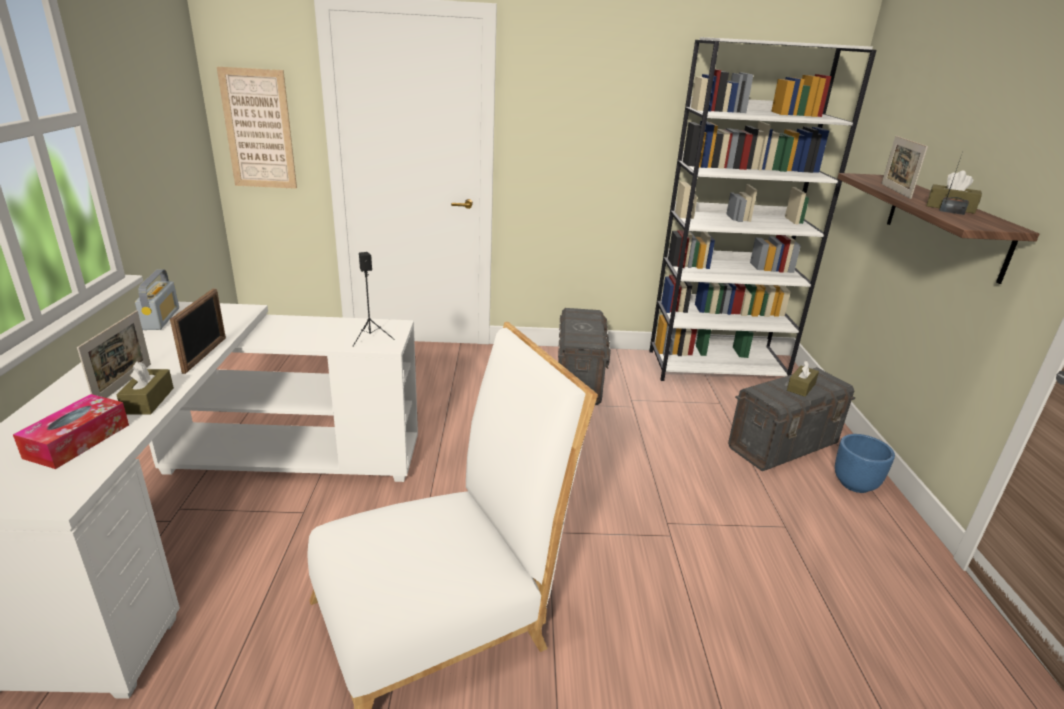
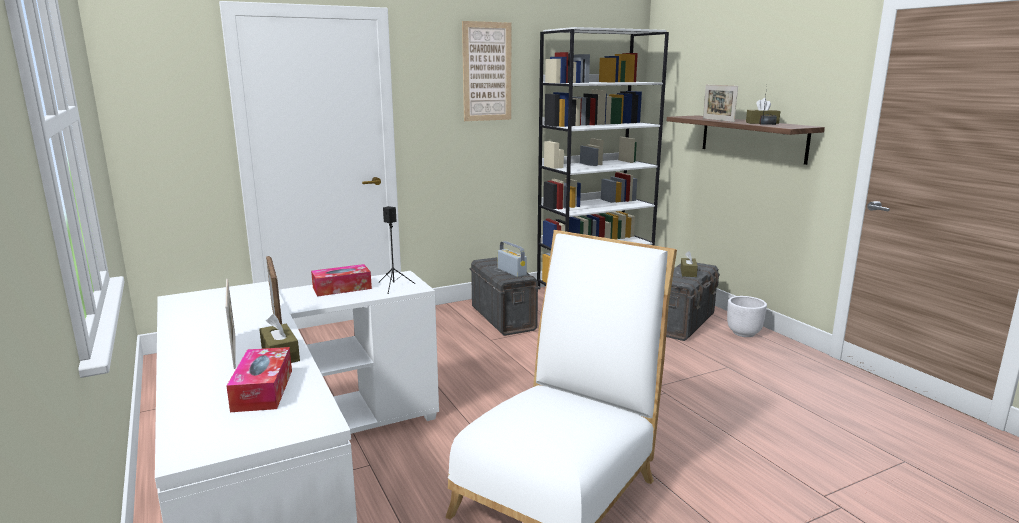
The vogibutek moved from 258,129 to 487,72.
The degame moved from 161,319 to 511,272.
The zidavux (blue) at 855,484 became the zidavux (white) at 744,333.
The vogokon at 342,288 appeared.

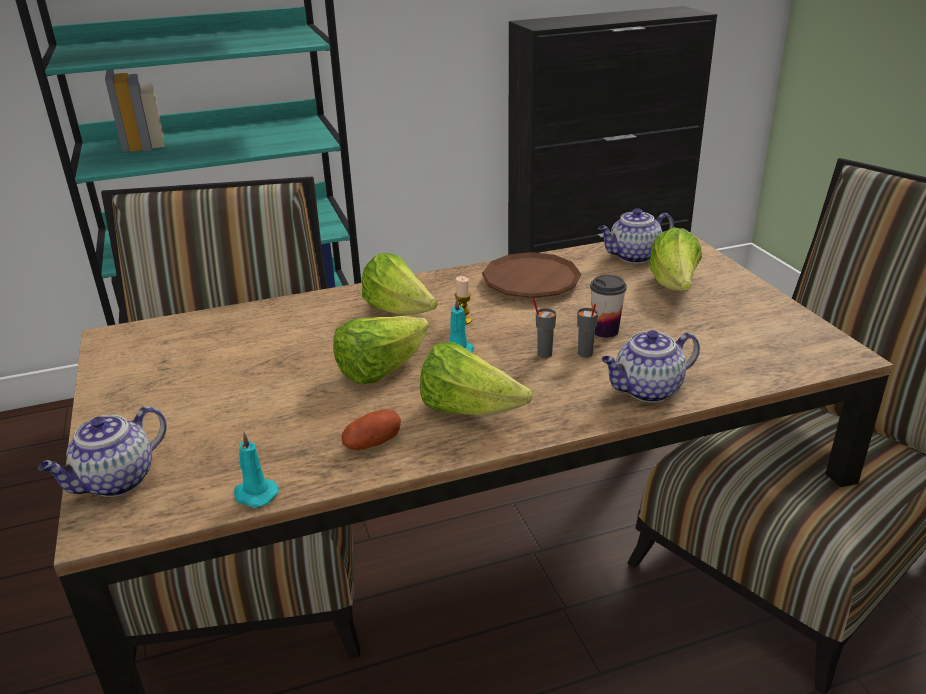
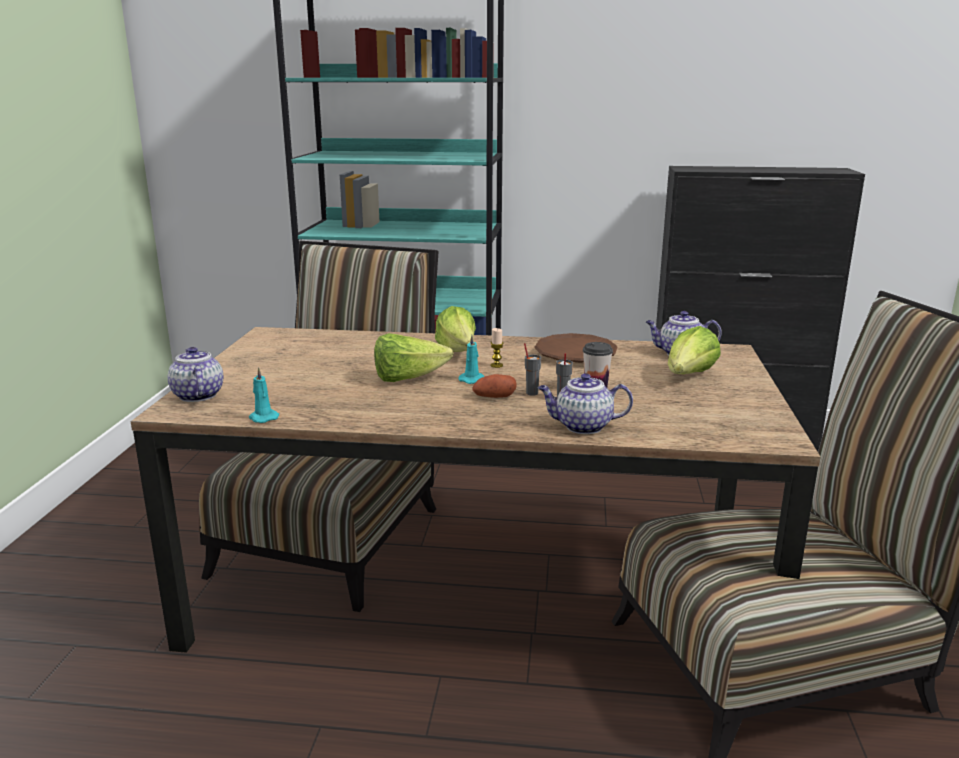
The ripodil at 469,409 disappeared.
The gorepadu at 116,481 turned 90 degrees clockwise.
The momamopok moved from 372,443 to 494,397.

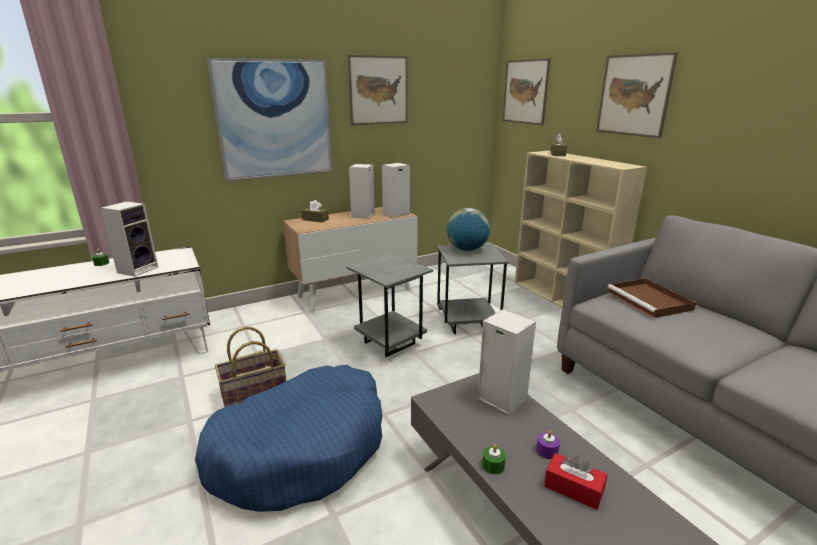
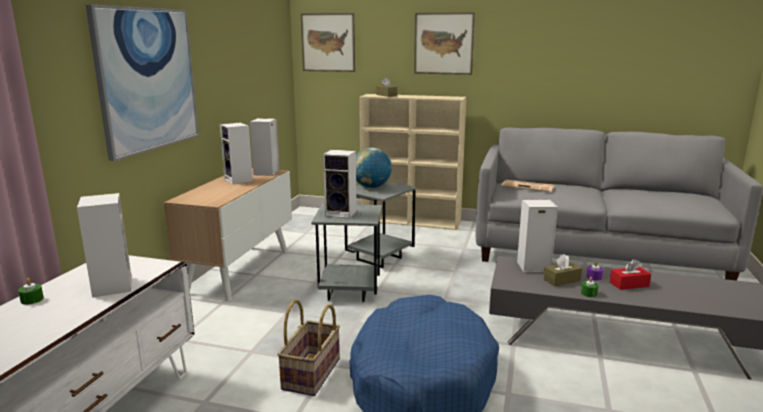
The vogibutek at 378,90 disappeared.
The vogokon (brown) moved from 315,219 to 562,280.
The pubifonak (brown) at 650,301 was replaced by the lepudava at 528,187.
The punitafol at 342,213 appeared.

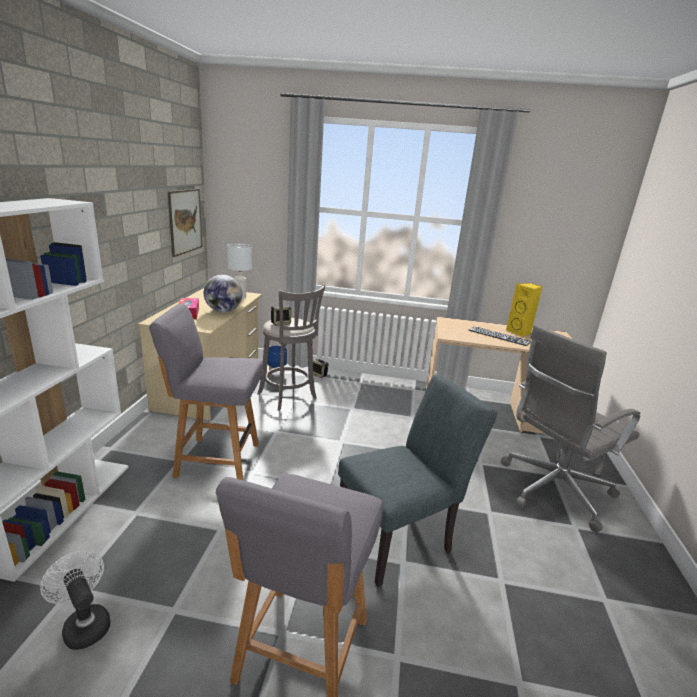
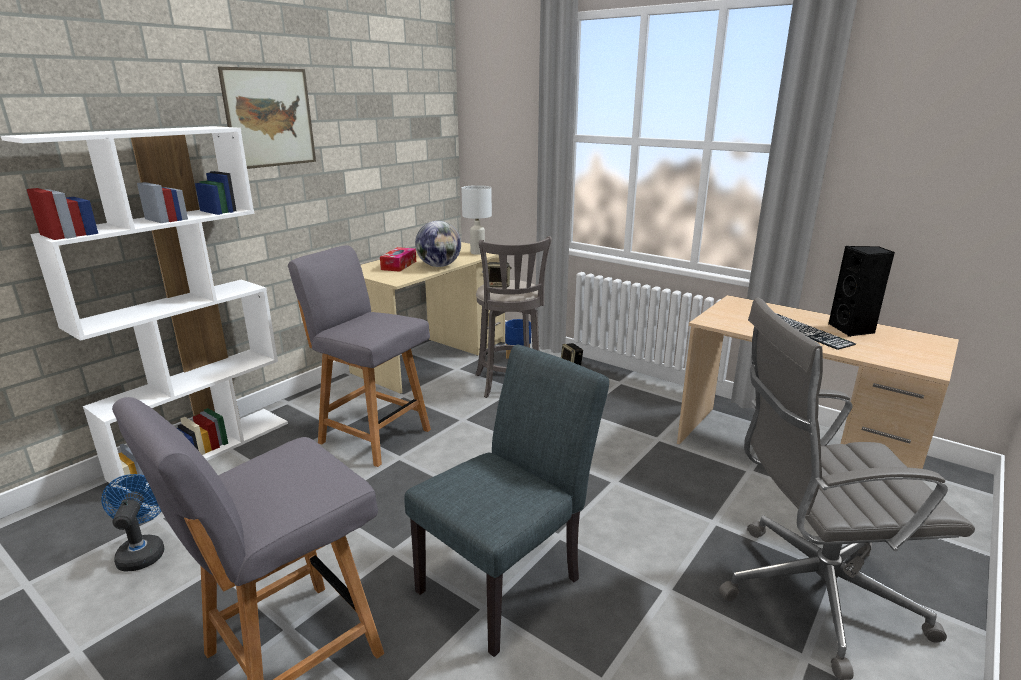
The vogibutek moved from 185,221 to 270,118.
The punitafol (yellow) at 519,332 became the punitafol (black) at 852,330.
The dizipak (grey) at 401,537 turned 45 degrees counterclockwise.
The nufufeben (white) at 84,624 became the nufufeben (blue) at 142,551.

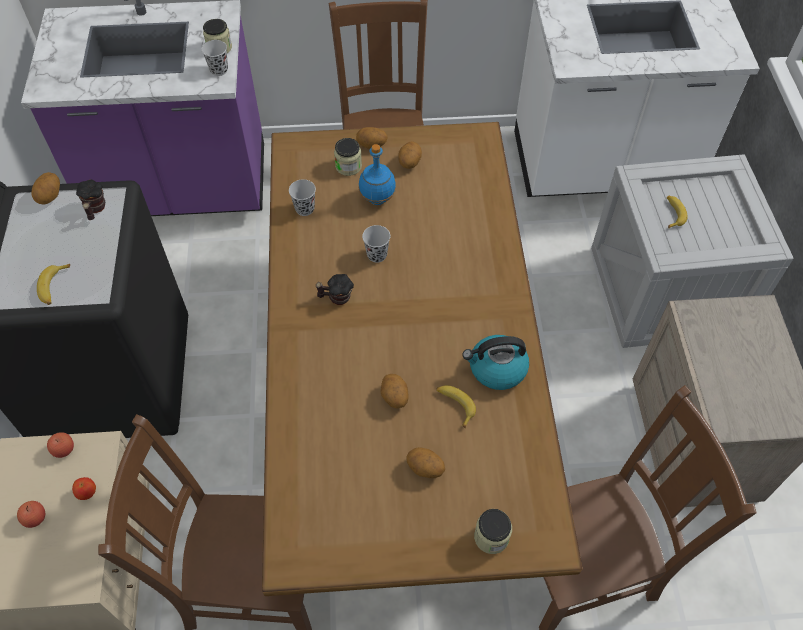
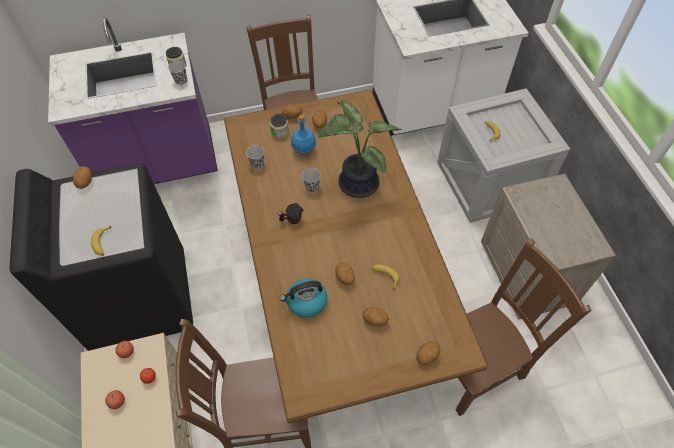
The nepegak at 95,210 disappeared.
The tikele moved from 496,369 to 306,302.
The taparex at 491,537 was replaced by the momamopok at 427,356.
The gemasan at 356,184 appeared.

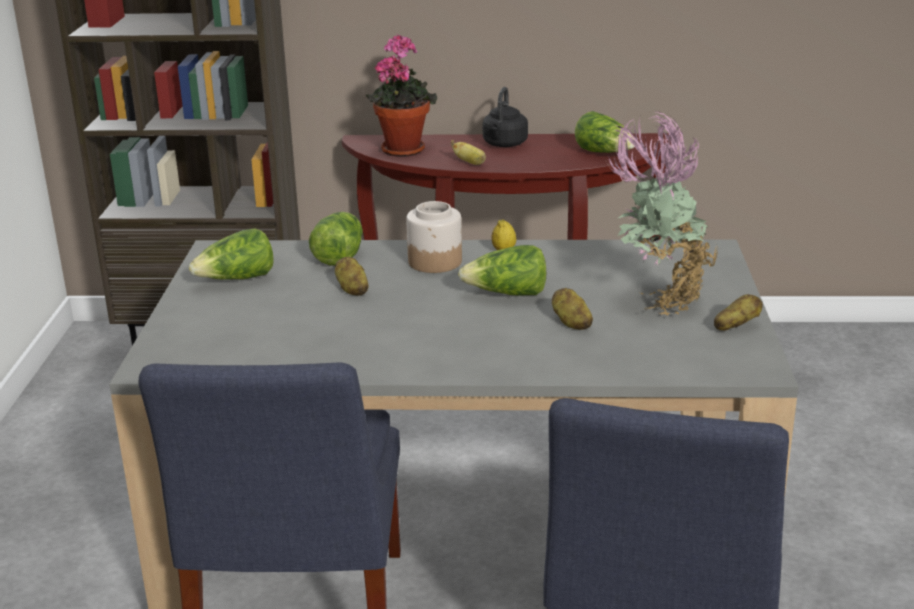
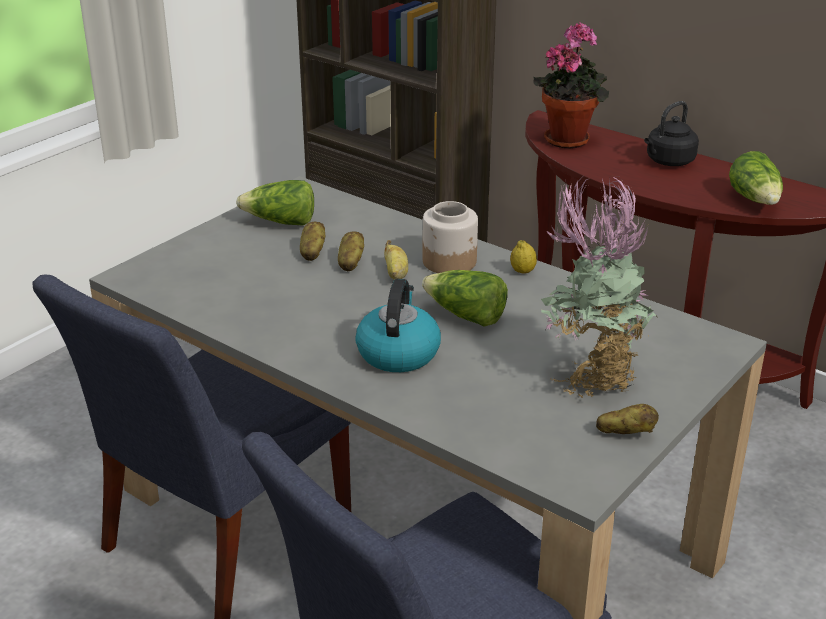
The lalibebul moved from 470,163 to 396,274.
The ripodil at 338,255 disappeared.
The momamopok moved from 571,322 to 312,252.
The tikele at 398,352 appeared.

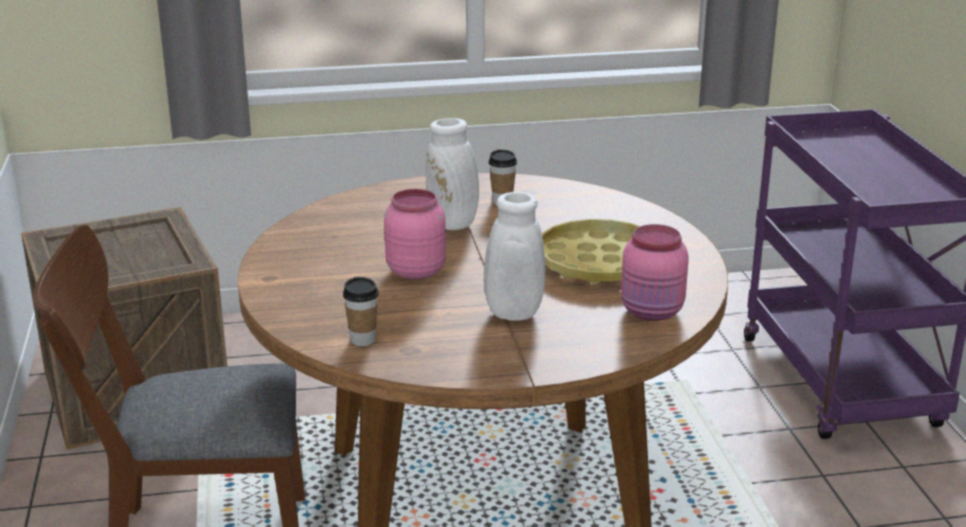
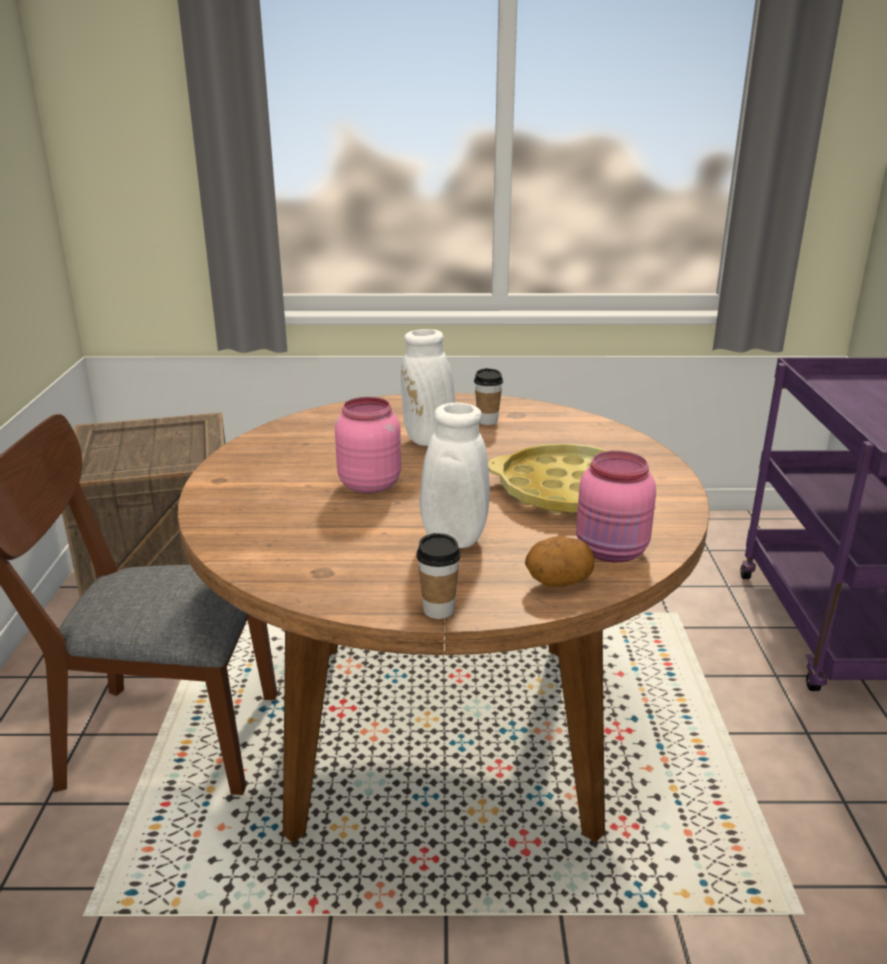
The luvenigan moved from 362,340 to 438,610.
The momamopok at 558,582 appeared.

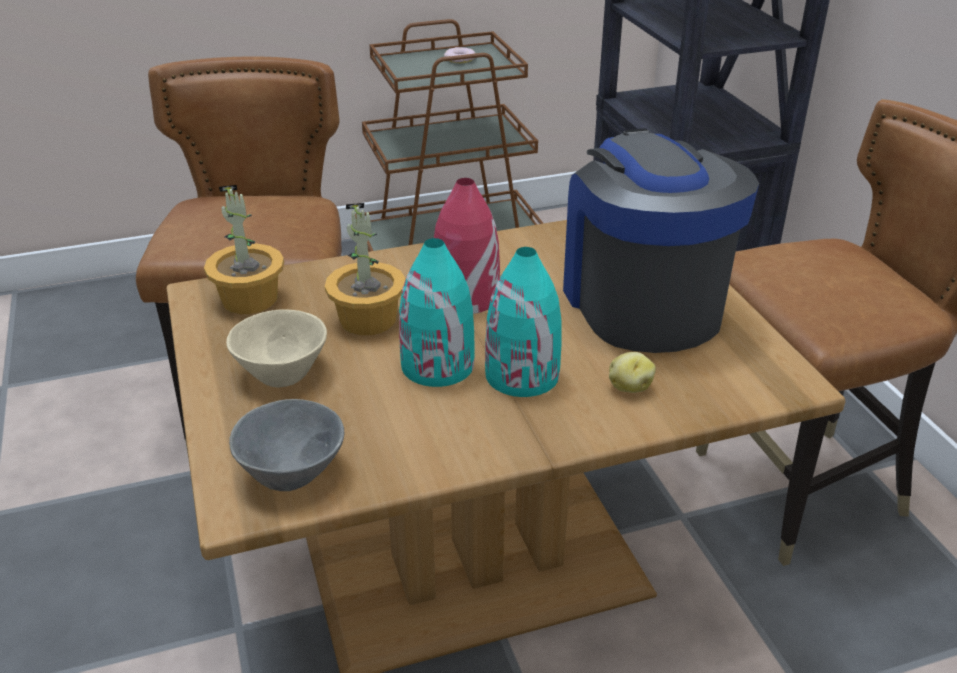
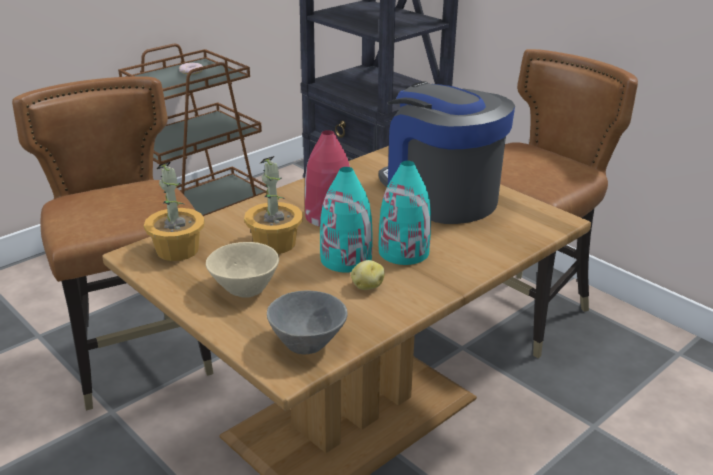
The momamopok moved from 629,387 to 367,286.

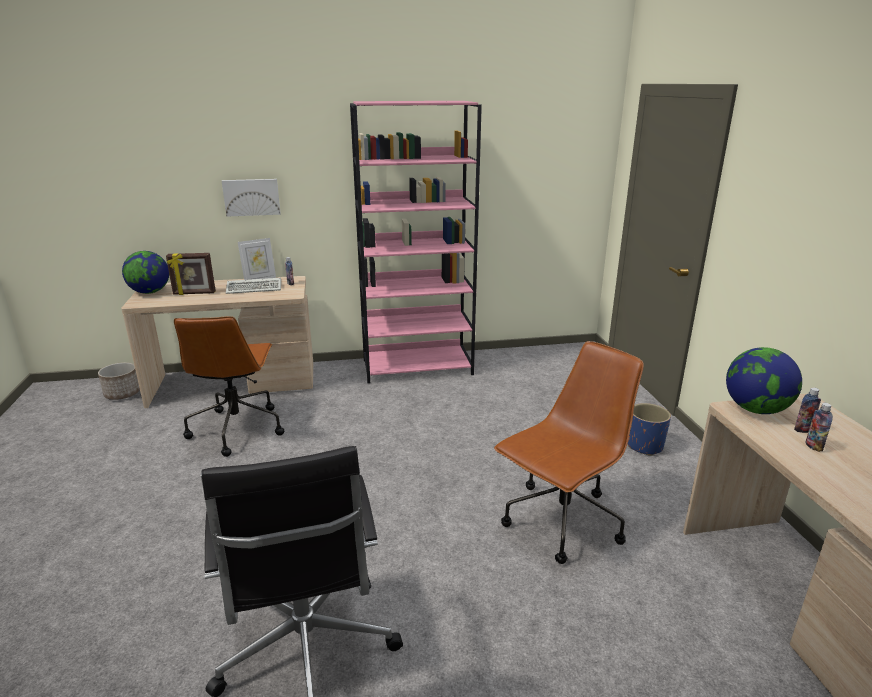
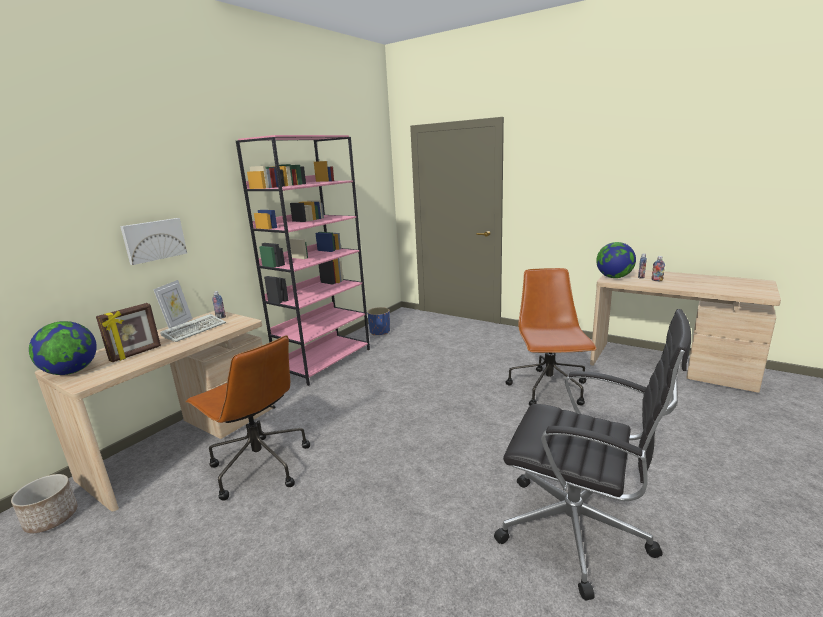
The zidavux (blue) moved from 644,446 to 379,332.

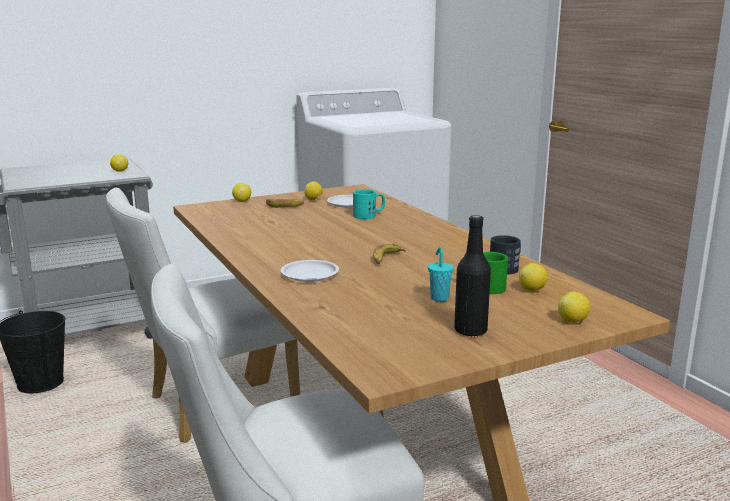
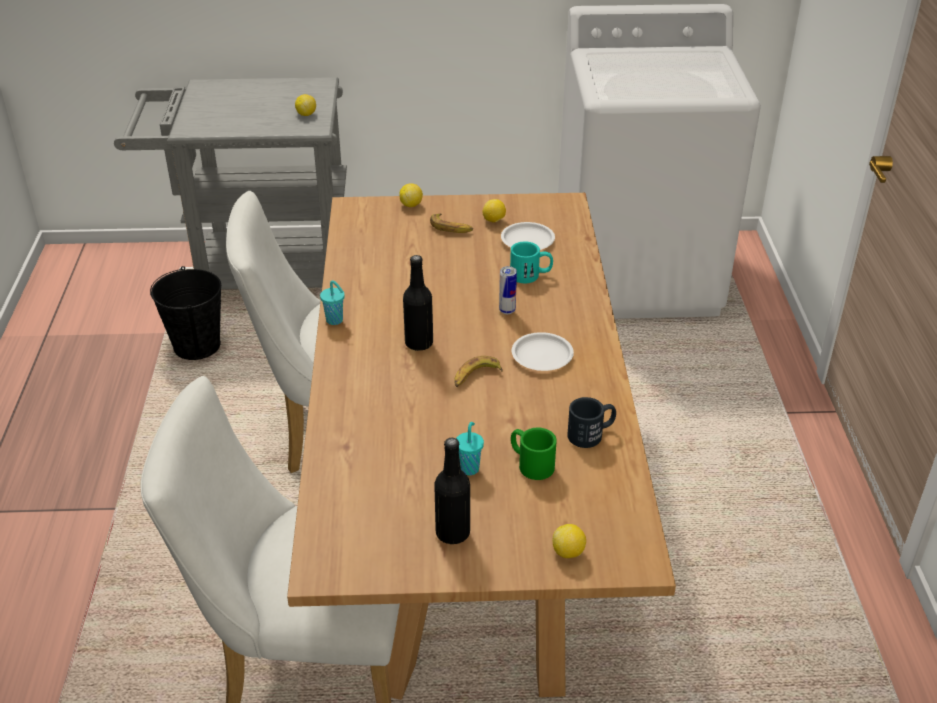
The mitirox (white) moved from 309,274 to 541,356.
The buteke at 532,290 disappeared.
The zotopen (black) at 419,343 appeared.
The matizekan at 507,310 appeared.
The luvenigan (turquoise) at 335,321 appeared.

